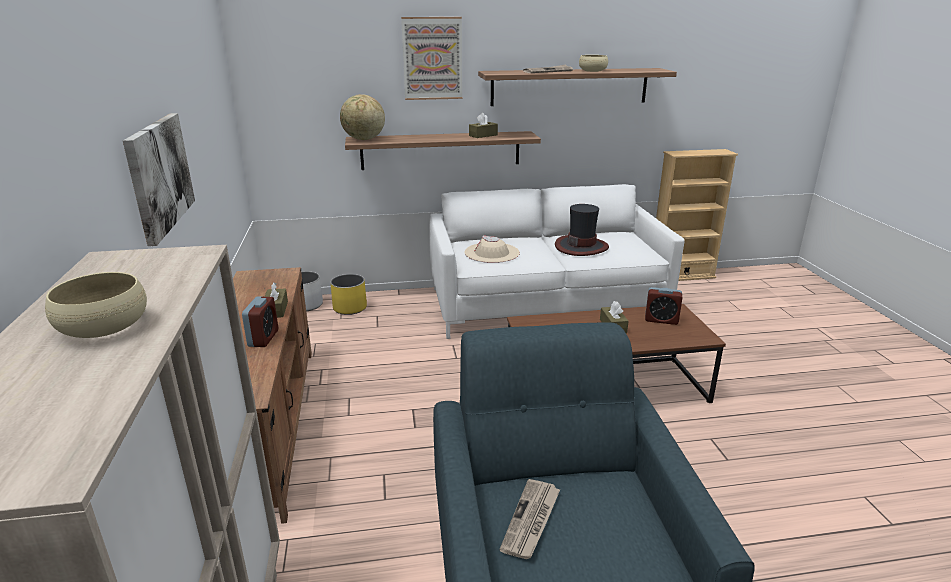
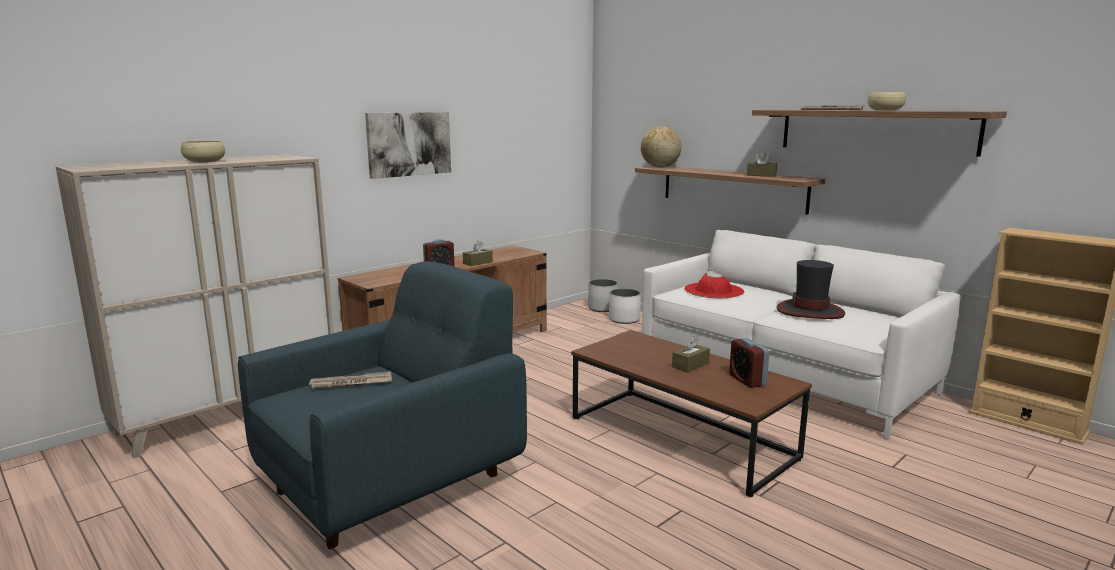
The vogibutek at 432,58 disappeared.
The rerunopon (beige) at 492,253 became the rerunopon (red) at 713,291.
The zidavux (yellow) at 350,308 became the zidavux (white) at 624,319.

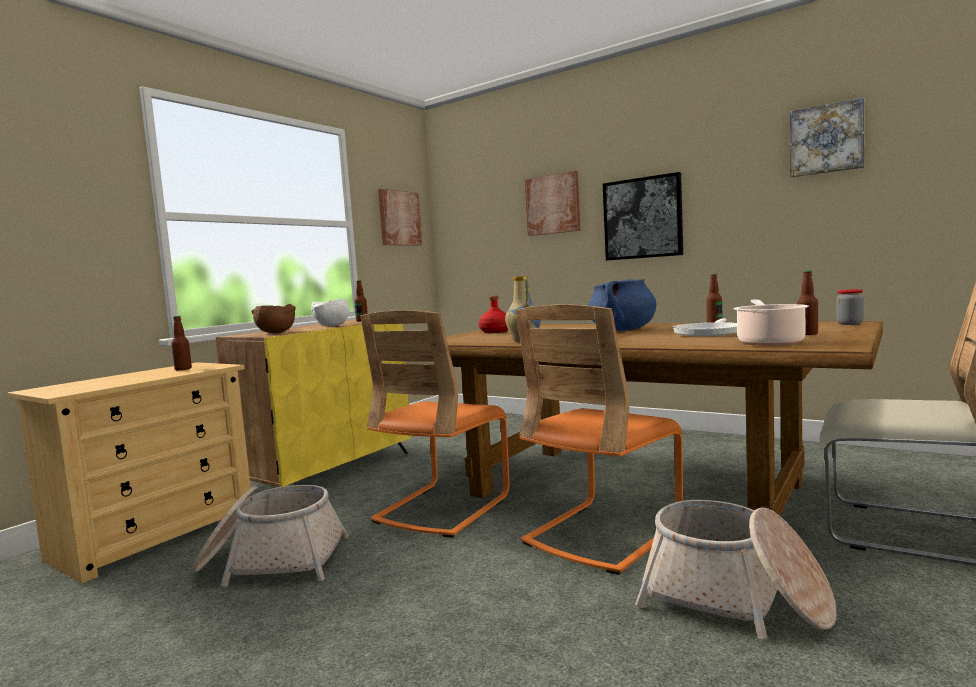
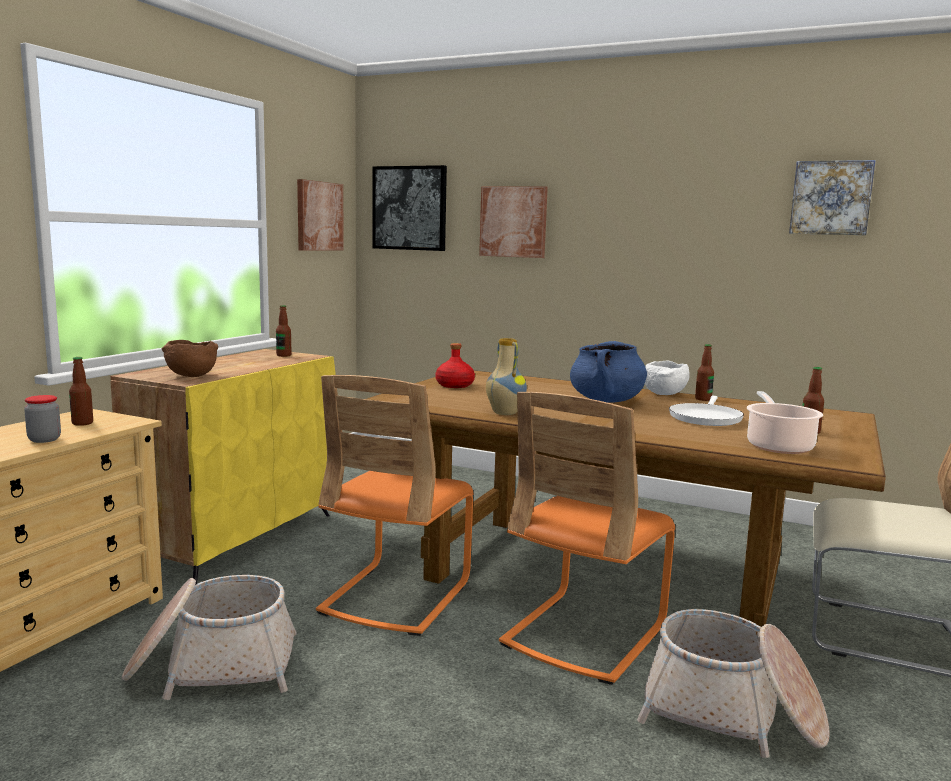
The vogibutek moved from 642,218 to 410,208.
The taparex moved from 849,324 to 44,439.
The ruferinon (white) moved from 331,326 to 664,395.

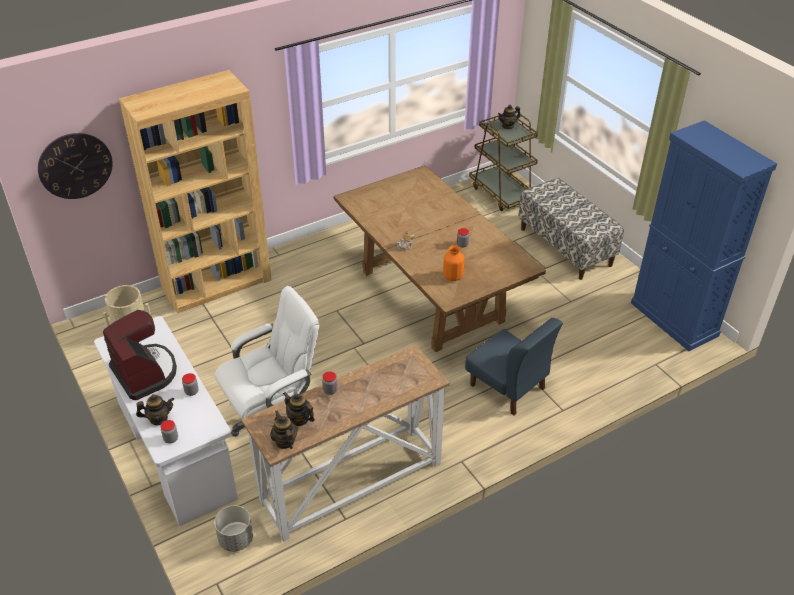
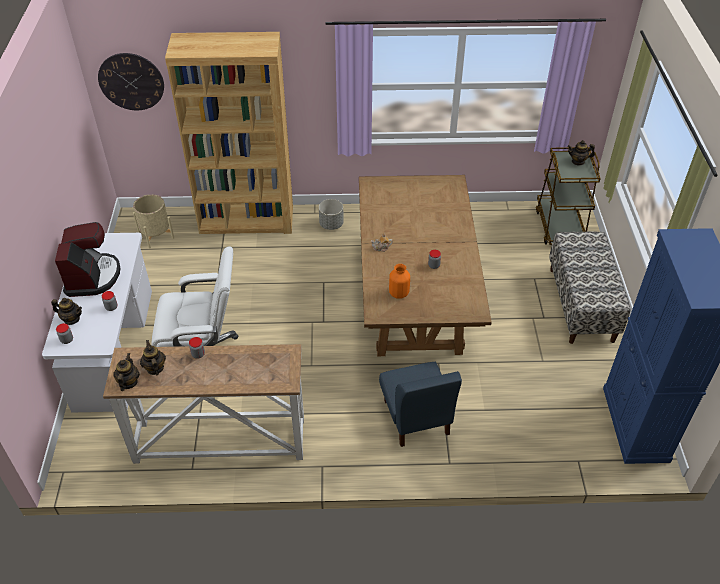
The zidavux (grey) moved from 236,539 to 331,224.

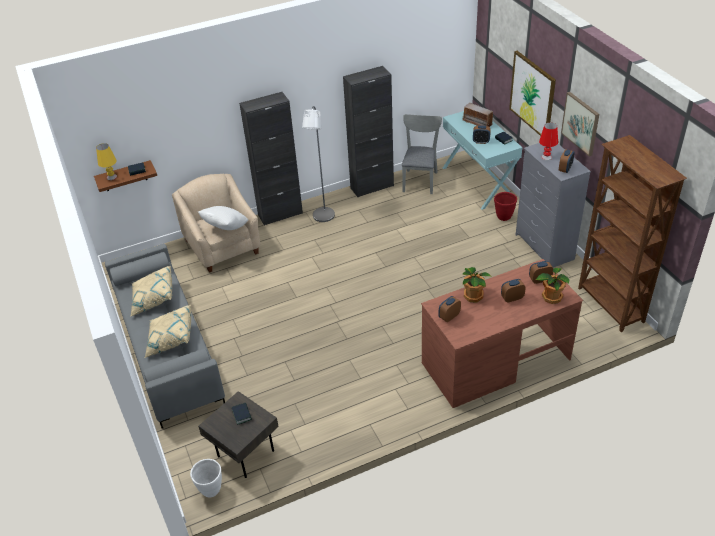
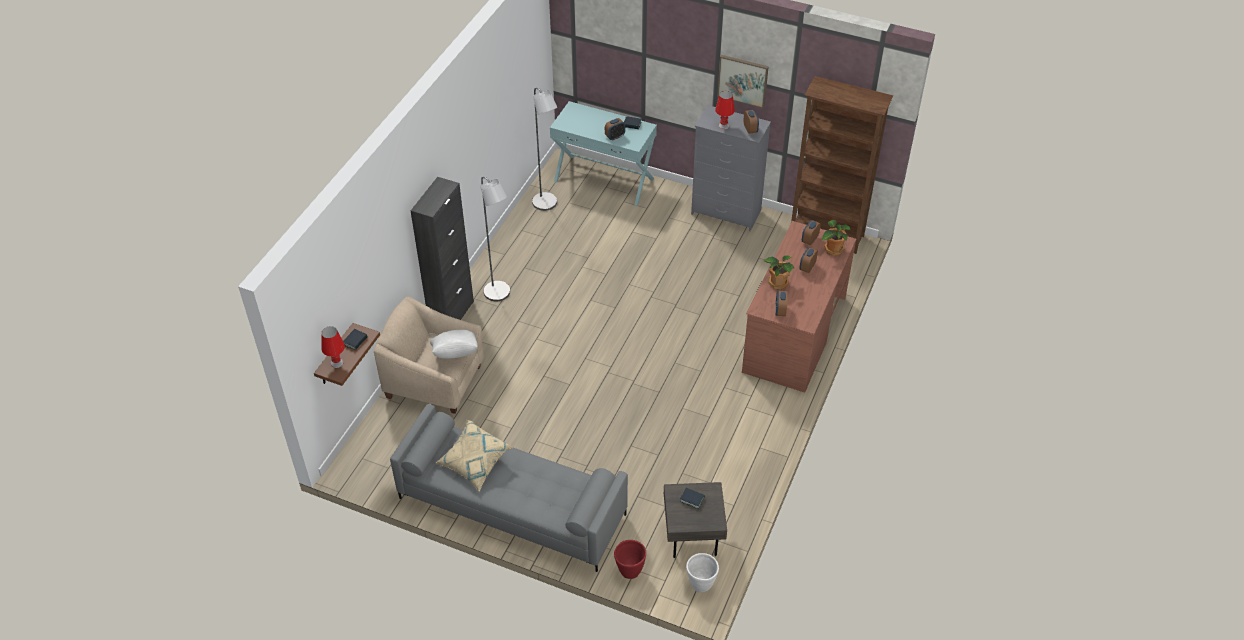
The vogibutek at 532,94 disappeared.
The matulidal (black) at 372,187 disappeared.
The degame at 477,122 disappeared.
The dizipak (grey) at 420,179 was replaced by the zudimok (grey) at 547,205.
The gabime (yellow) at 111,177 became the gabime (red) at 336,363.
The zidavux (red) moved from 503,217 to 629,571.
The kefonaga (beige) at 170,339 disappeared.

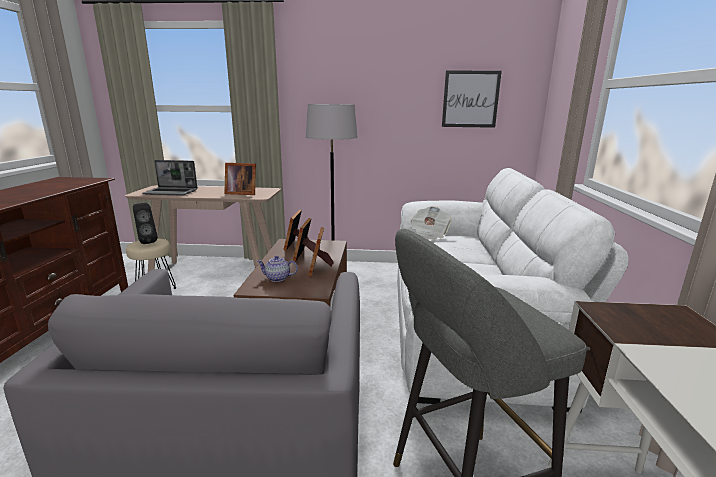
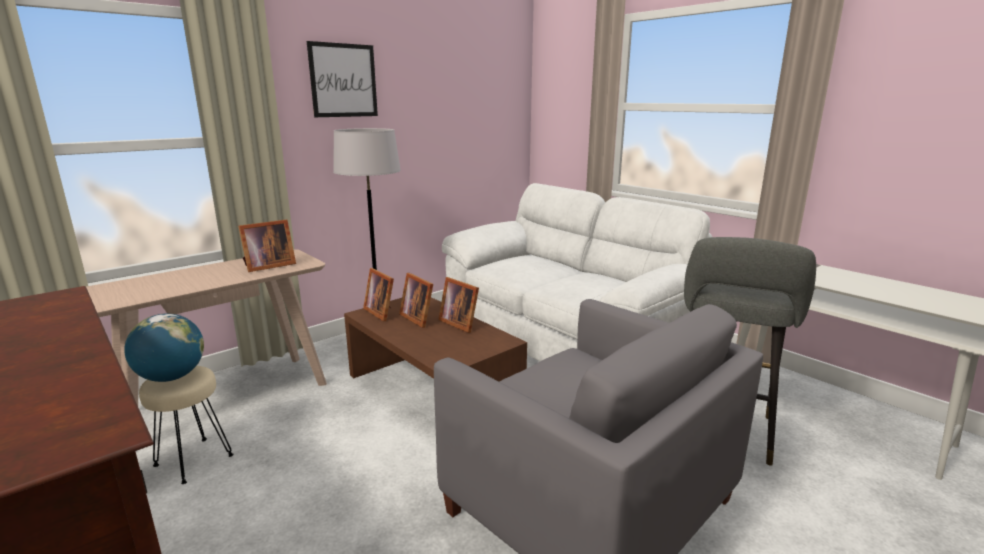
The vogibutek moved from 470,99 to 343,80.
The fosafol at 171,192 disappeared.
The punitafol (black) at 147,242 was replaced by the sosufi at 171,377.
The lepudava at 429,234 disappeared.
The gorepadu at 277,278 disappeared.

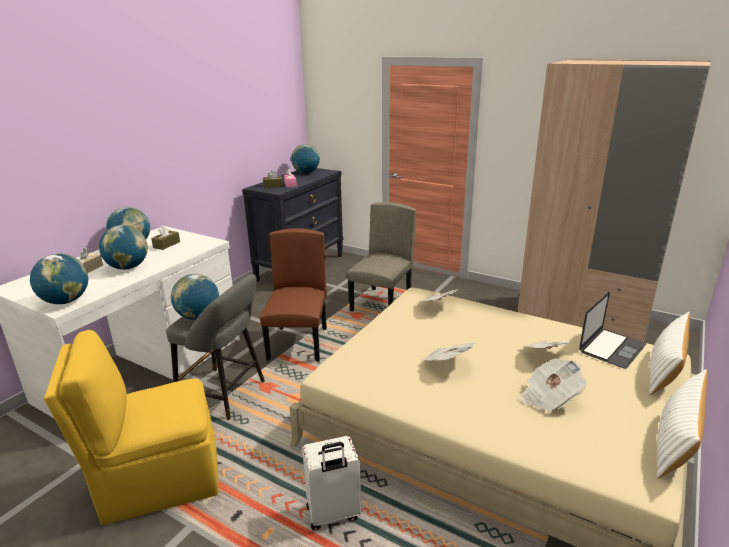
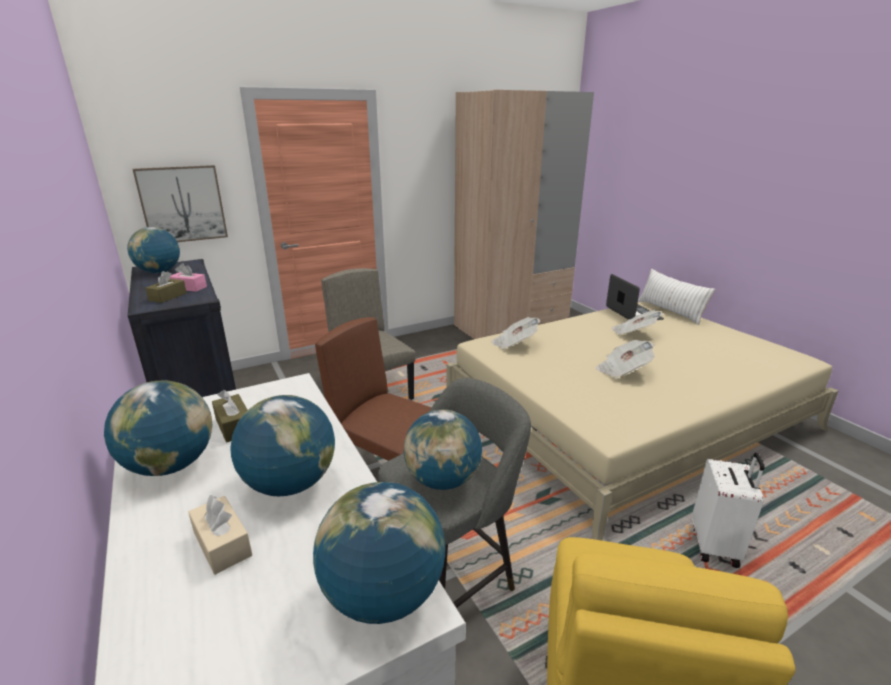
The lepudava at 549,397 disappeared.
The kefonaga (white) at 675,442 disappeared.
The vogibutek at 182,204 appeared.

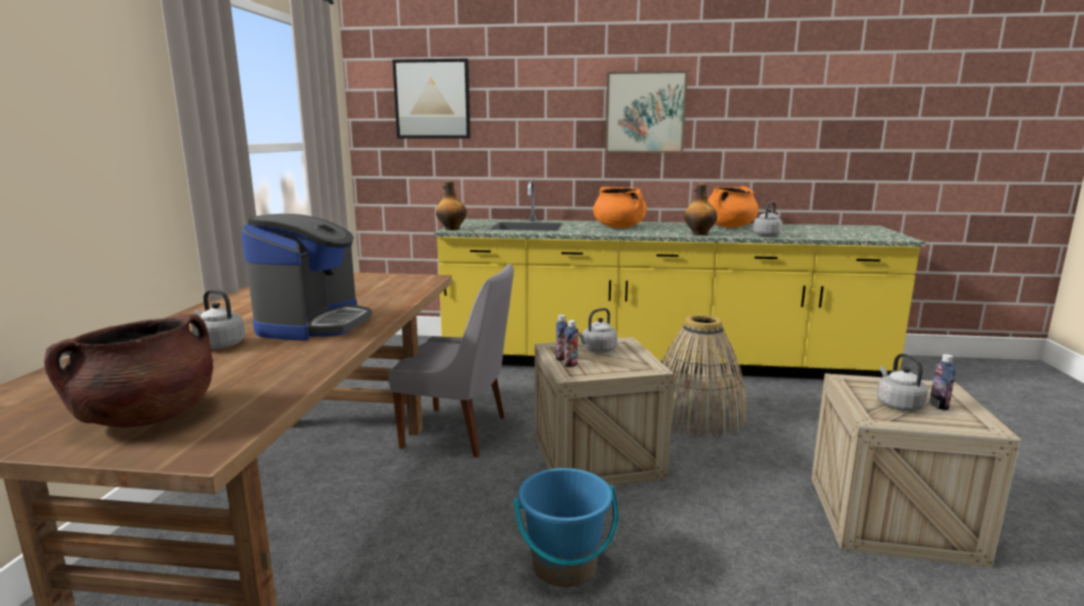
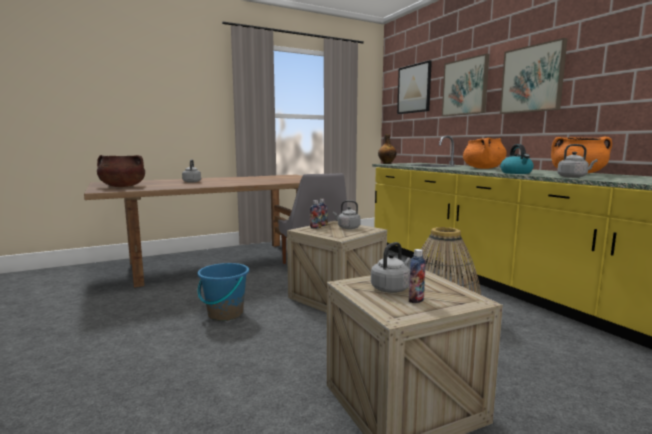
The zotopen at 699,234 was replaced by the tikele at 516,173.
The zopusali at 313,324 disappeared.
The vogibutek at 465,87 appeared.

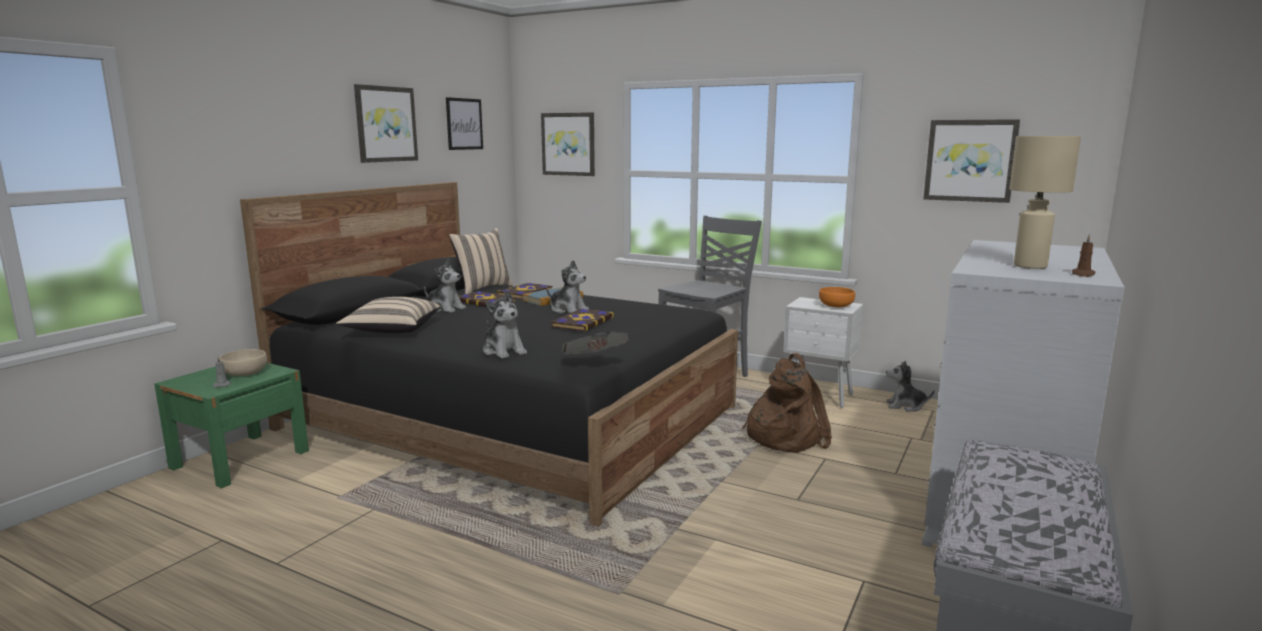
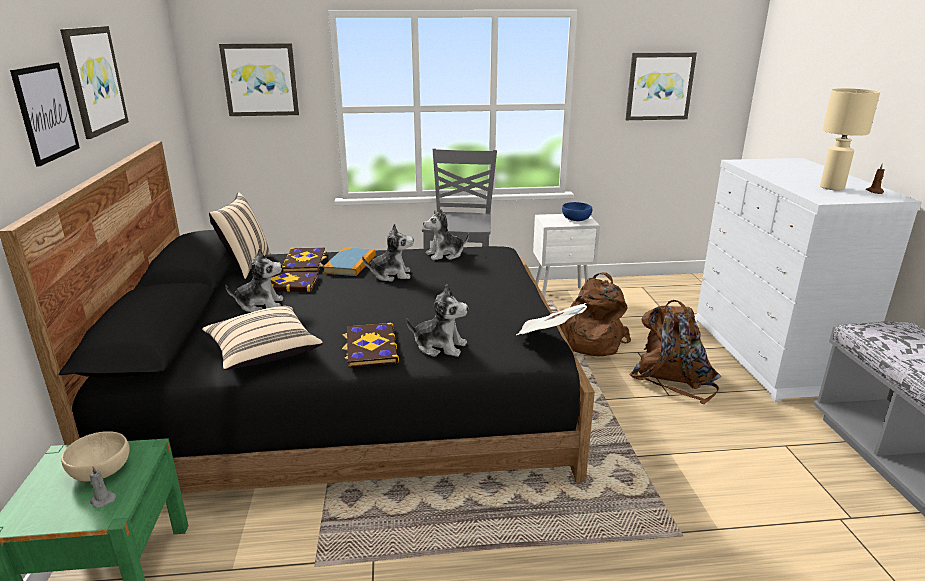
The vogibutek moved from 464,124 to 46,112.
The ruferinon (orange) at 835,306 became the ruferinon (blue) at 576,219.
The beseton moved from 582,322 to 370,347.
The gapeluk moved from 905,406 to 445,254.
The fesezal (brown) at 673,378 appeared.

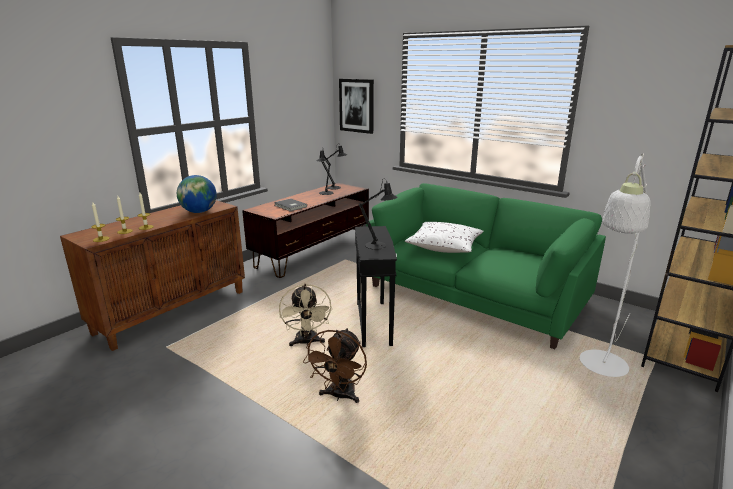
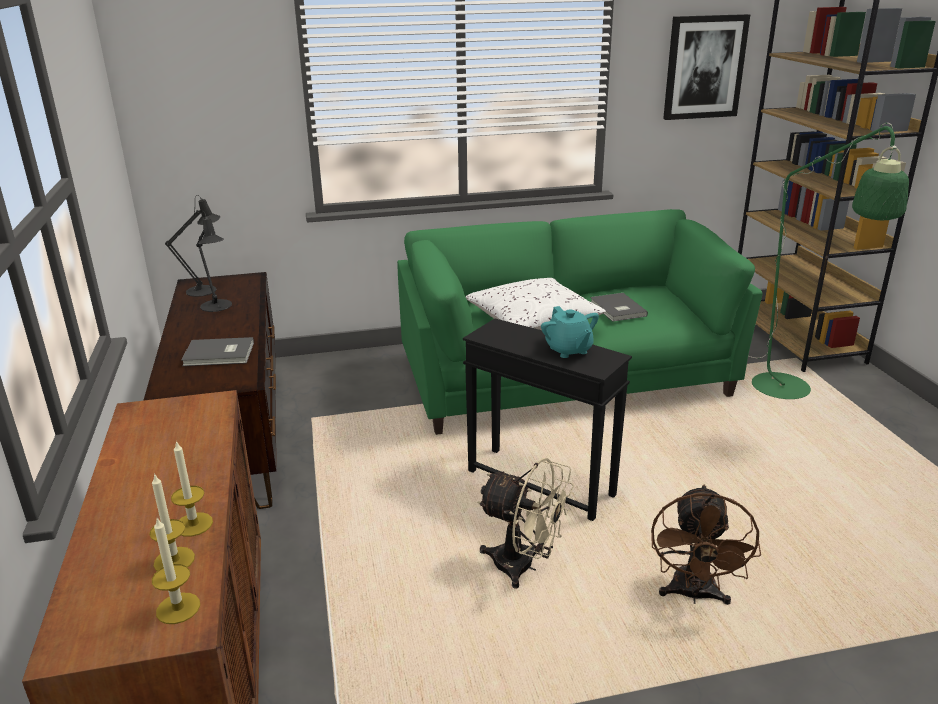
The vogibutek moved from 357,105 to 704,67.
The zudimok (white) at 601,369 became the zudimok (green) at 789,393.
The sosufi at 199,212 disappeared.
The gabime (black) at 378,246 was replaced by the gorepadu (turquoise) at 568,350.
The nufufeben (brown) at 339,396 turned 45 degrees clockwise.
The beseton (grey) at 617,309 appeared.

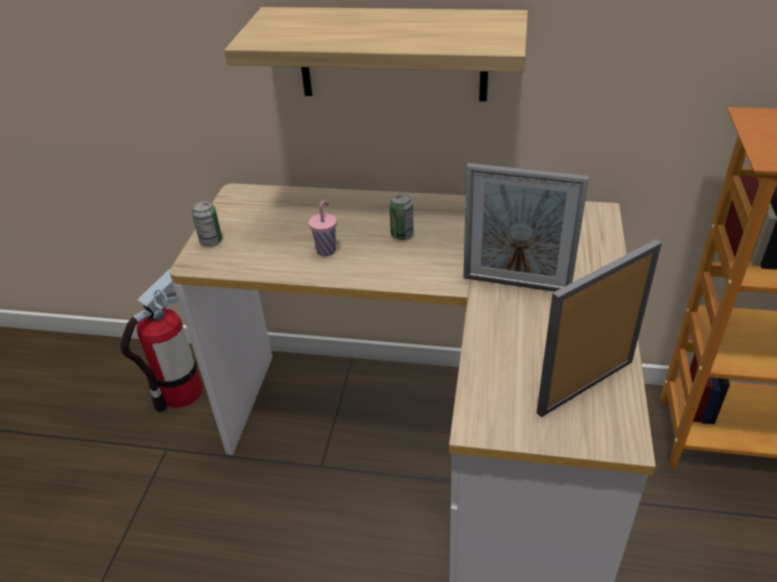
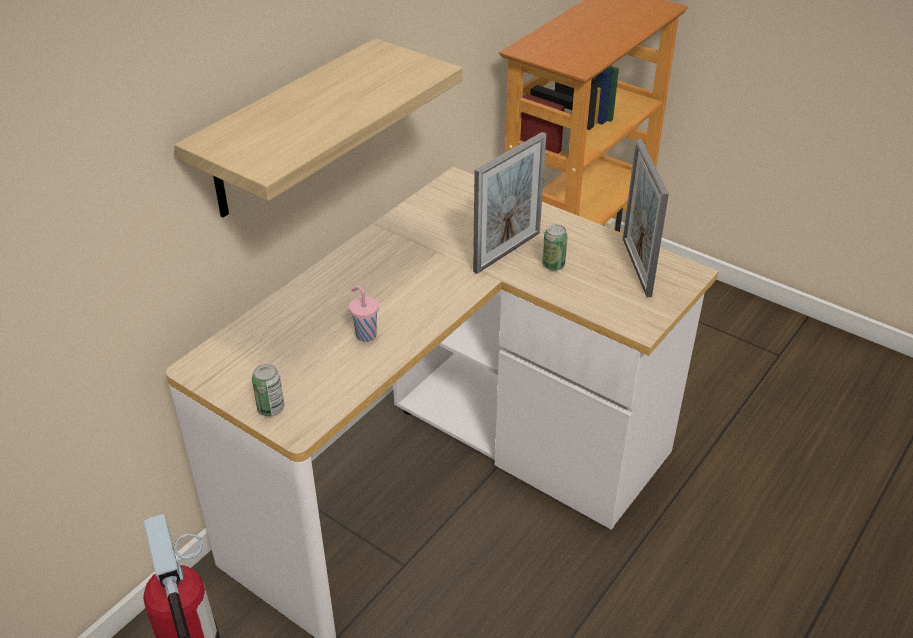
The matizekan moved from 402,235 to 553,265.

